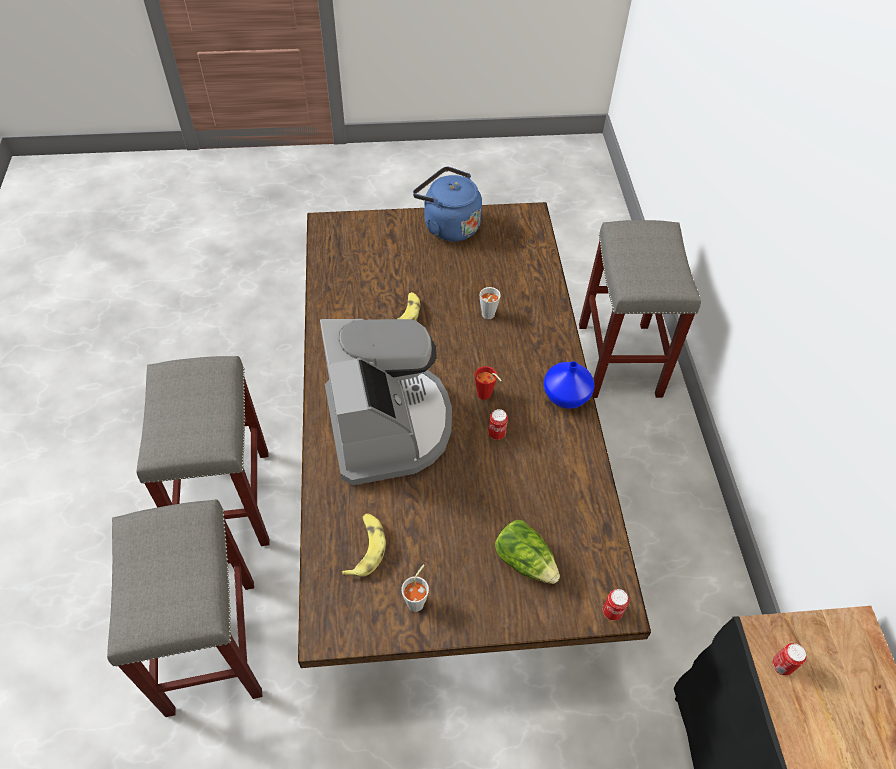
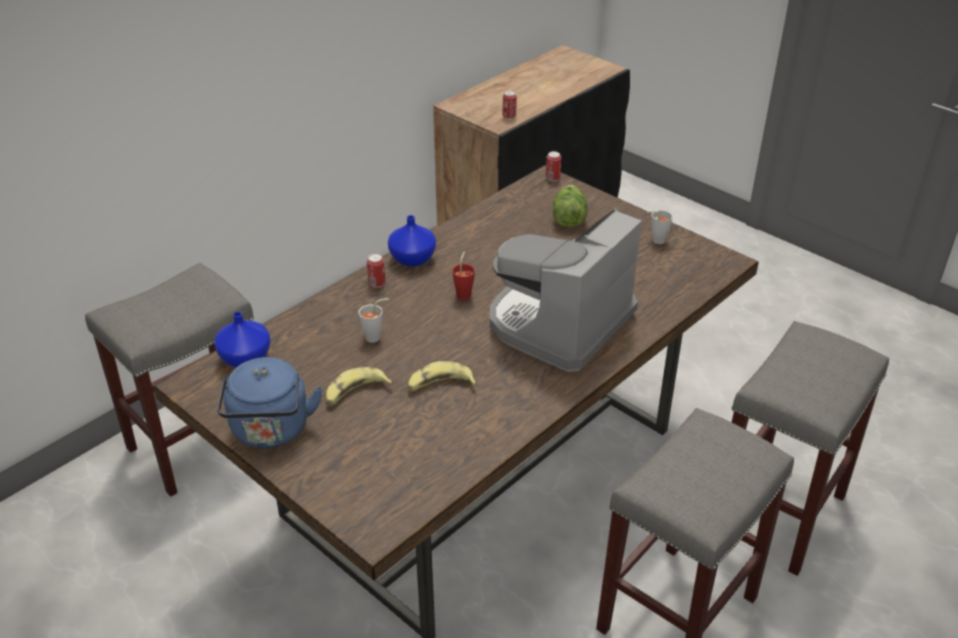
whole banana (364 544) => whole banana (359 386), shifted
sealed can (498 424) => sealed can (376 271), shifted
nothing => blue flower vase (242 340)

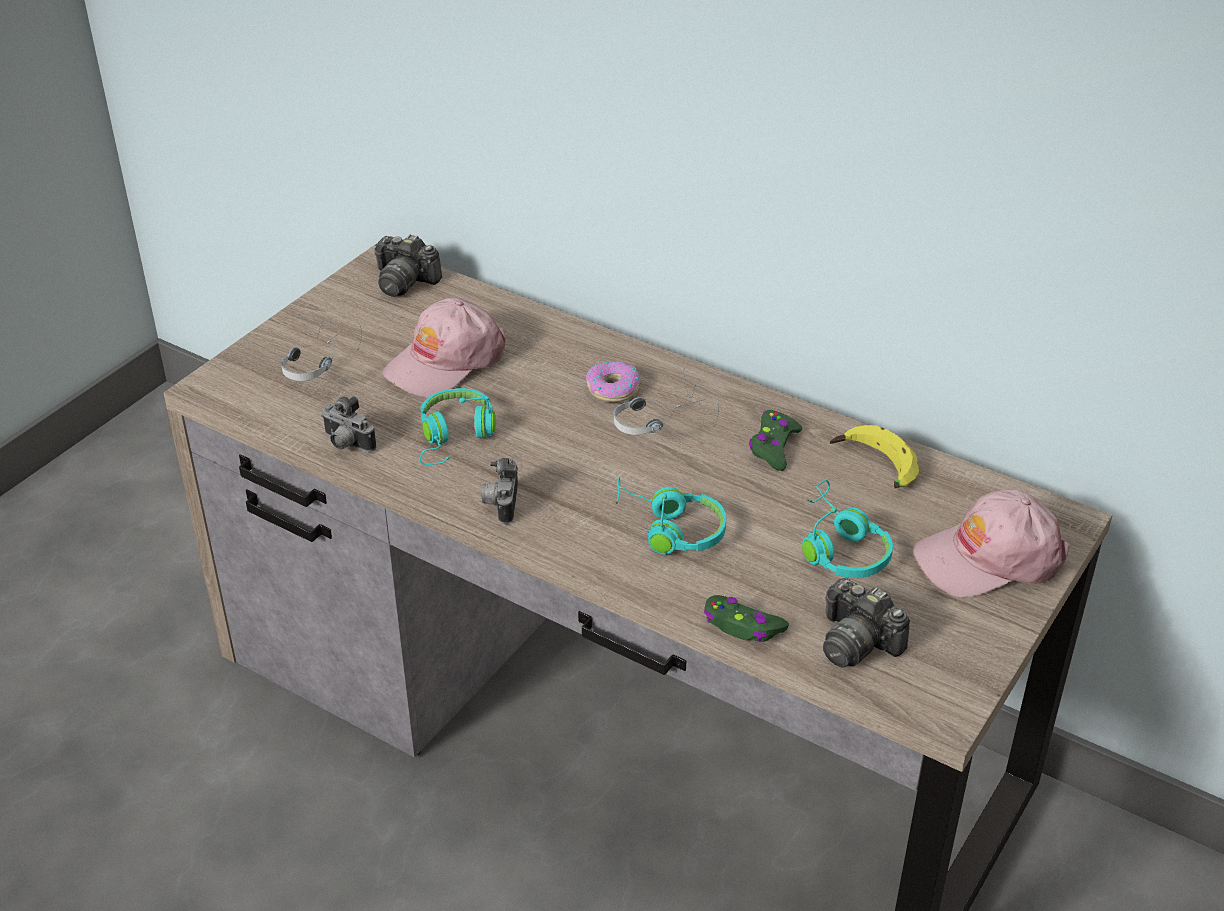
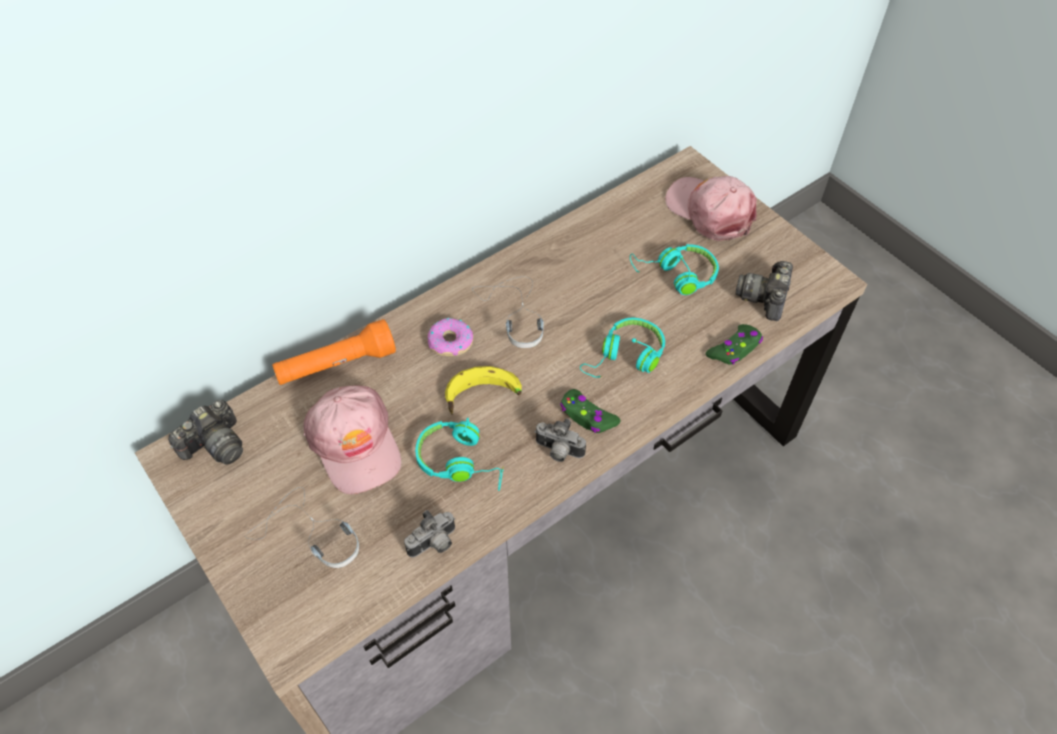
green-coloured gamepad (775 440) => green-coloured gamepad (590 411), shifted
still camera (866 622) => still camera (764 291), 135 degrees clockwise
whole banana (874 456) => whole banana (483 390), shifted
pink baseball cap (991 543) => pink baseball cap (711 208), 135 degrees clockwise
nothing => orange flashlight (334 352)

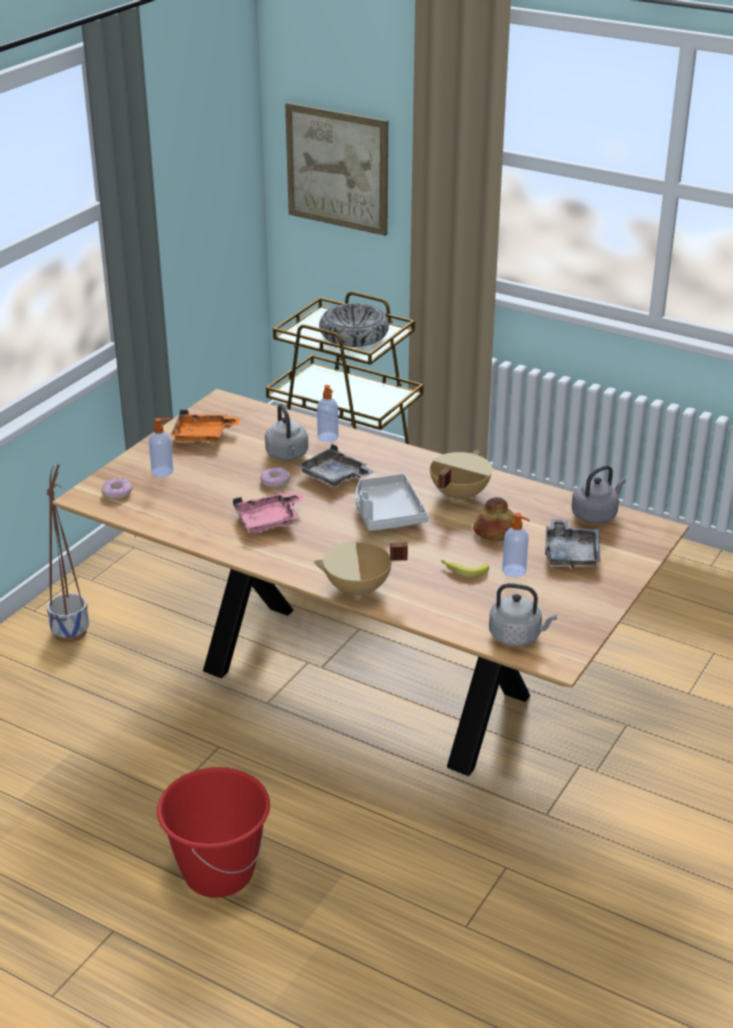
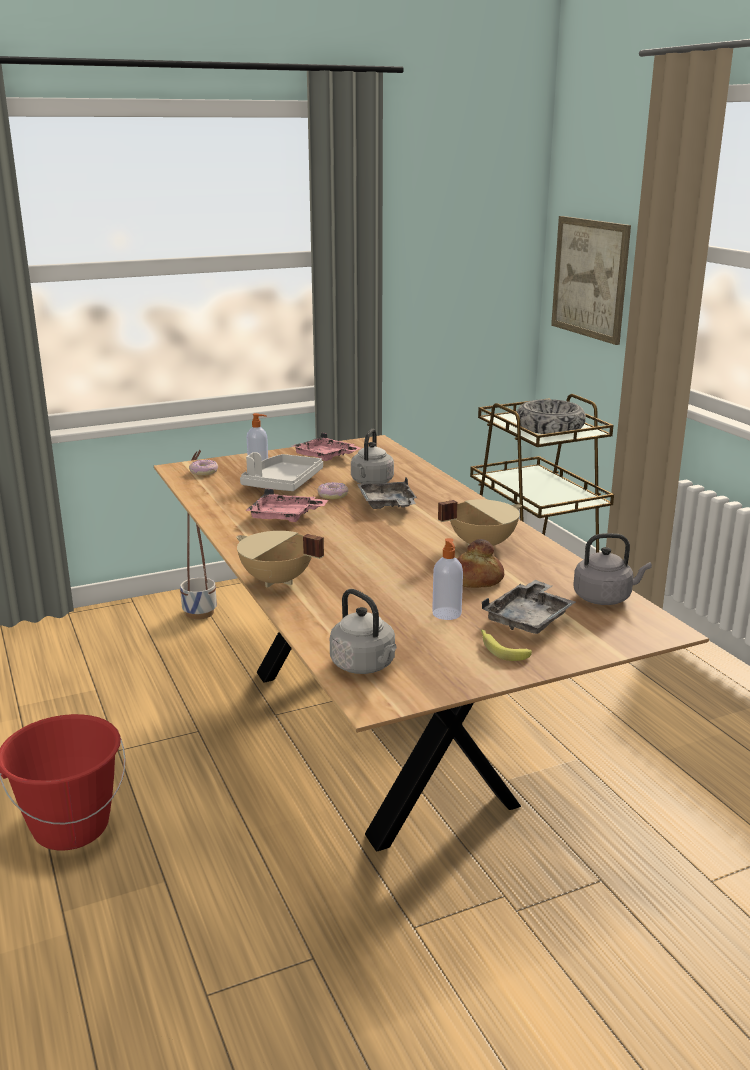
orange serving tray (205 426) => pink serving tray (326 446)
liquid soap bottle (327 413) => nothing
greyish serving tray (392 502) => greyish serving tray (281 471), shifted
whole banana (465 569) => whole banana (506 645), shifted

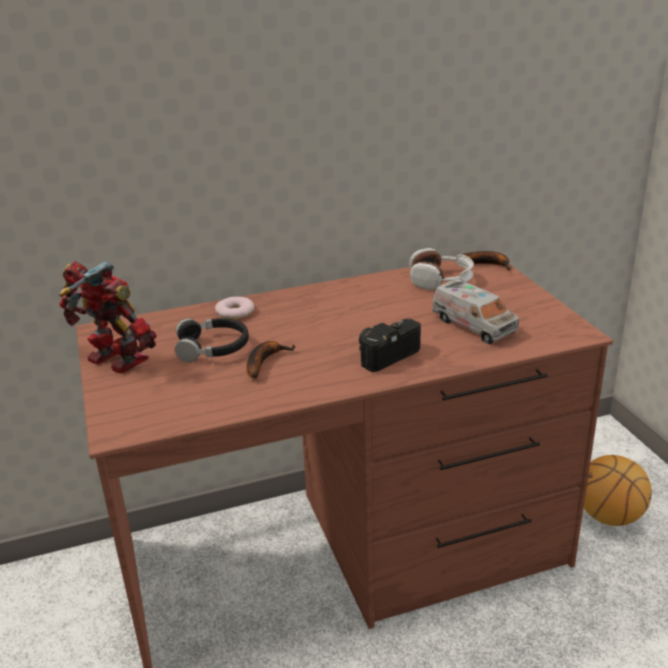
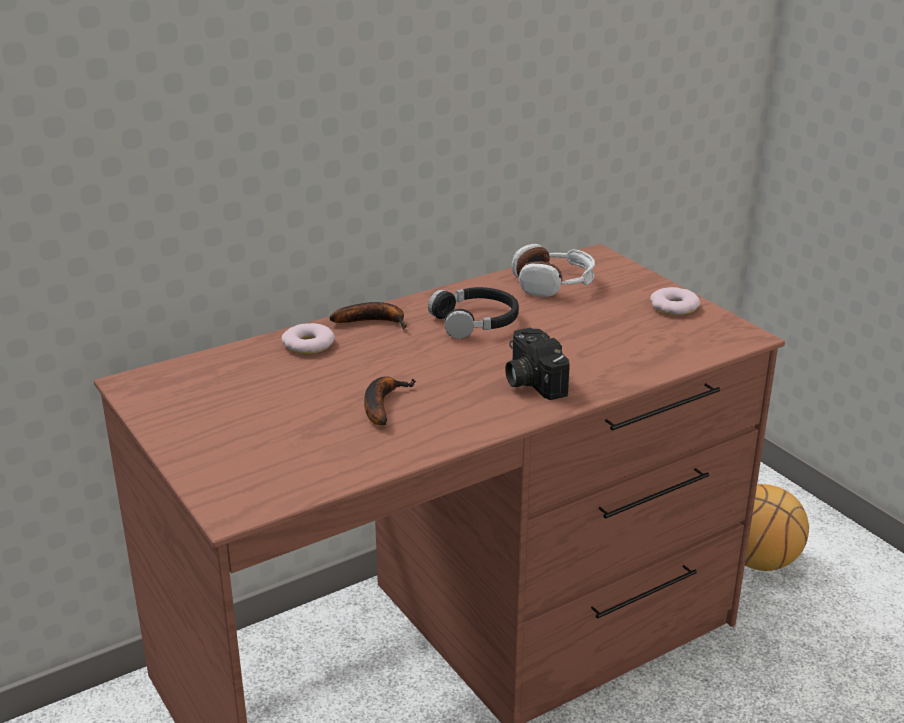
model robot (108 317) => nothing
blackish headphones (212 340) => blackish headphones (473 313), shifted
still camera (390 345) => still camera (537 364), 60 degrees counterclockwise
toy lorry (475 311) => nothing
whole banana (486 261) => whole banana (368 316), shifted
nothing => donut (675 301)

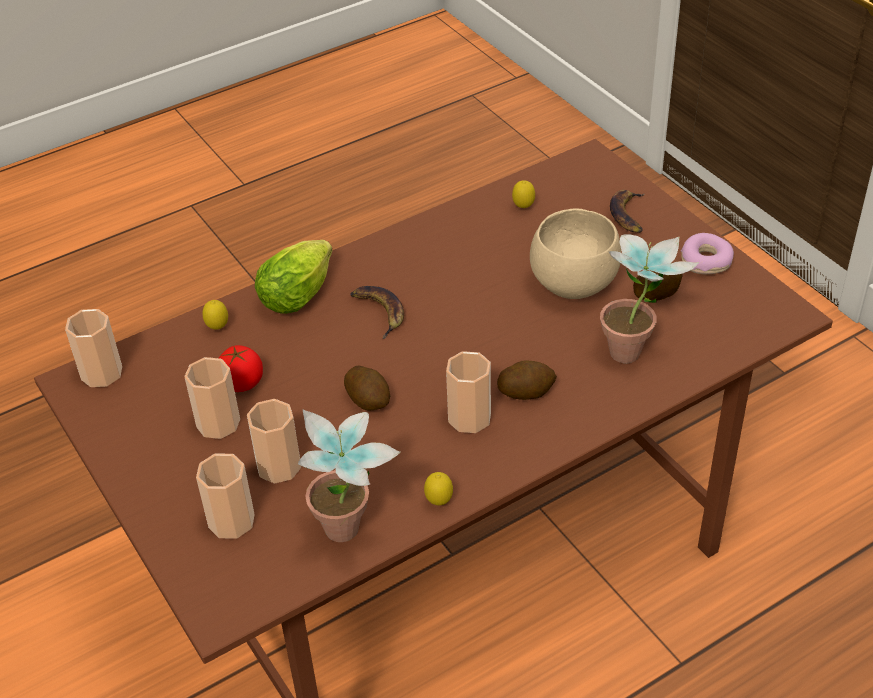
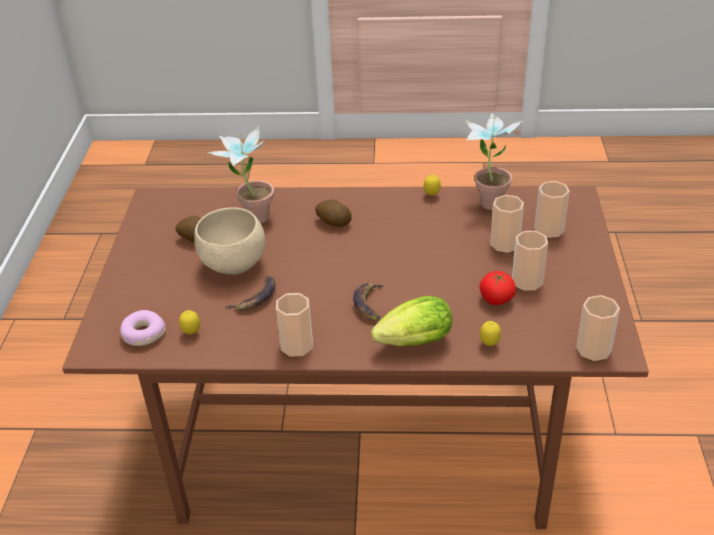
spud (367 387) => nothing
drinking cup (468 392) => drinking cup (294 325), shifted
whole banana (627 211) => whole banana (251 293), shifted
donut (707 253) => donut (143 328), shifted

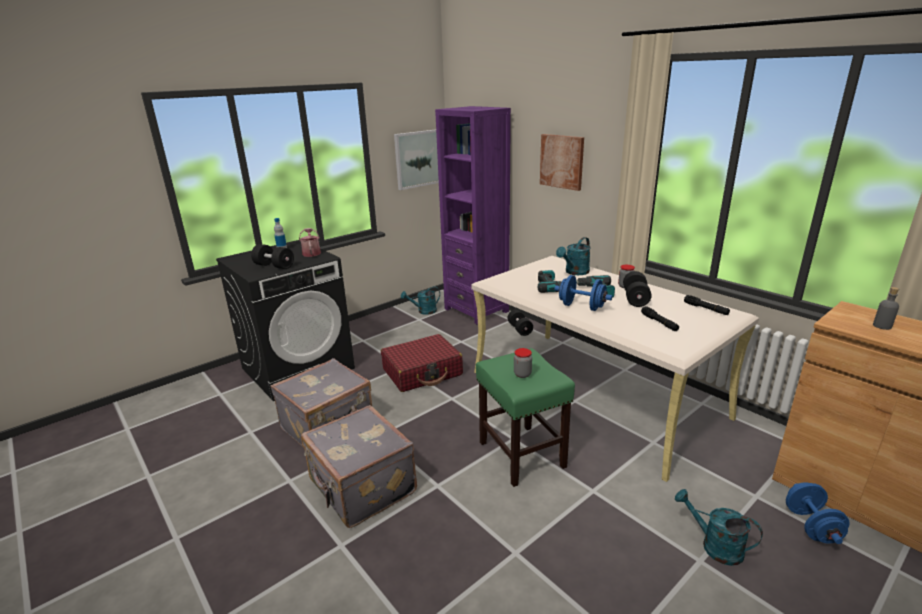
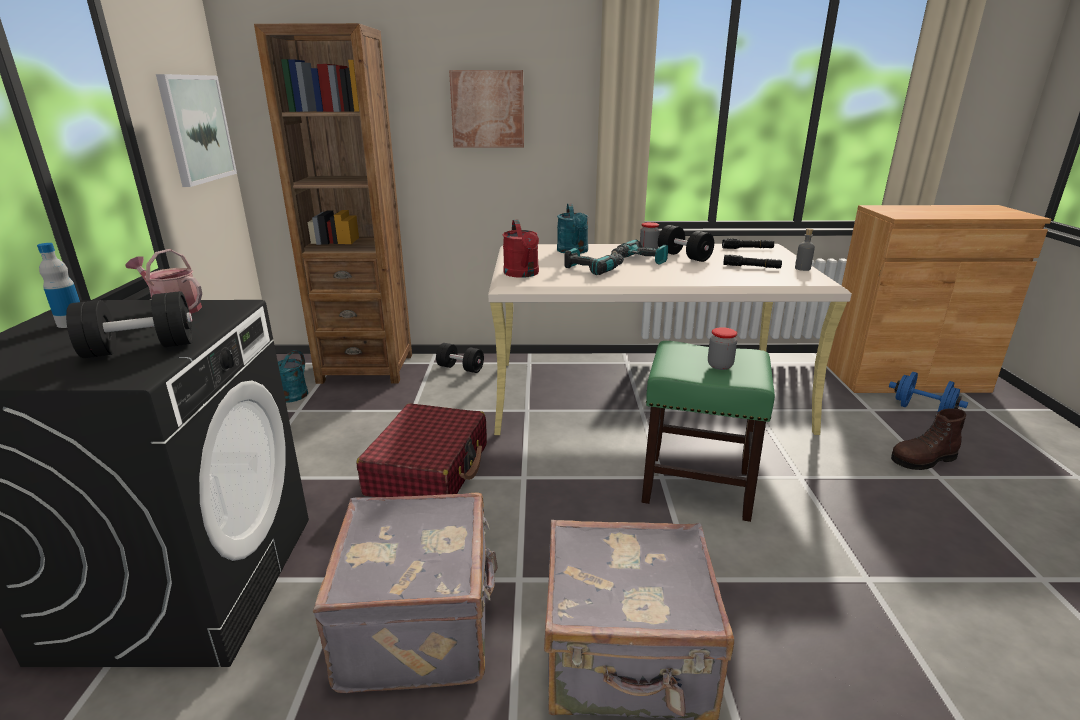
purple bookcase (473 215) => brownish bookcase (333 203)
blue hand weight (583 293) => nothing
turquoise watering can (719 527) => brownish tall boot (928 439)
greyish beverage bottle (886 308) => greyish beverage bottle (805 249), shifted
nothing => red-coloured watering can (521 249)

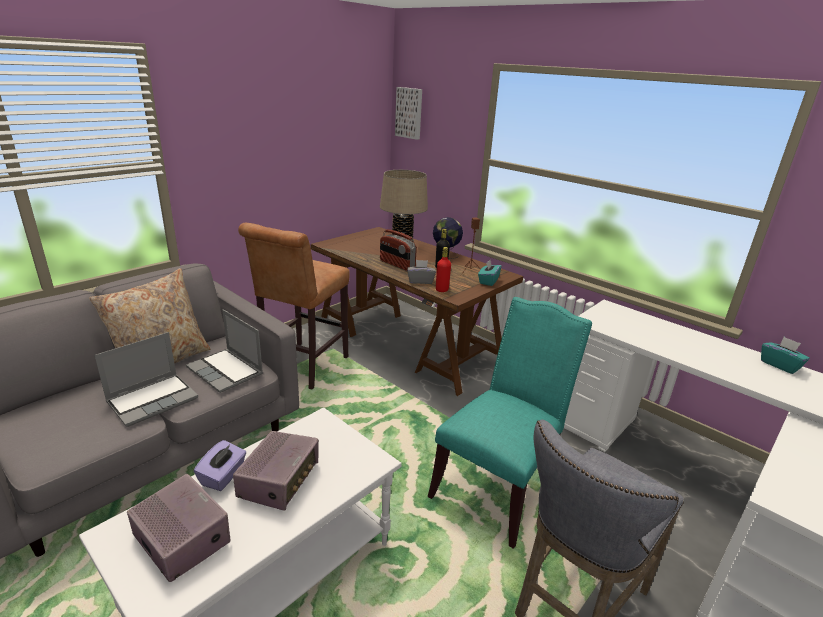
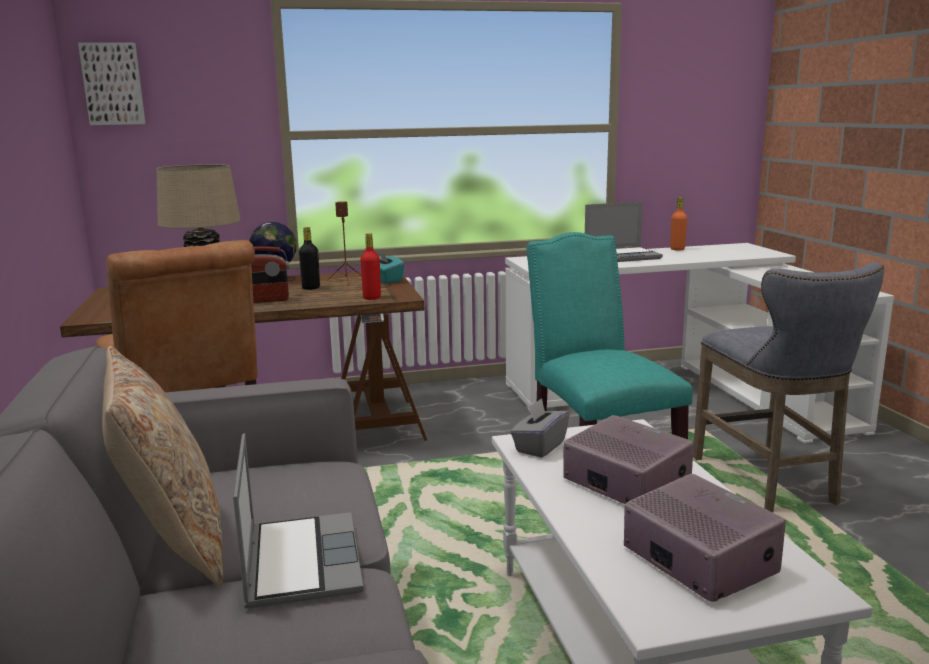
radio receiver (179 528) => radio receiver (705 538), 75 degrees clockwise
notebook computer (224 351) => notebook computer (624 232), shifted
purple box of tissues (220 465) => nothing
greyish box of tissues (421 272) => greyish box of tissues (540 428), shifted
turquoise box of tissues (785 355) => orange beverage bottle (678 224)

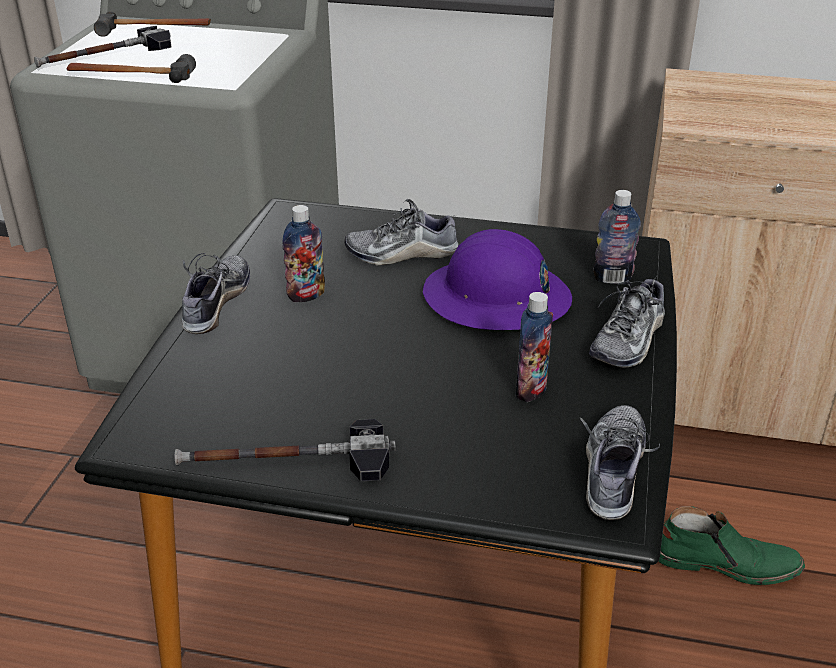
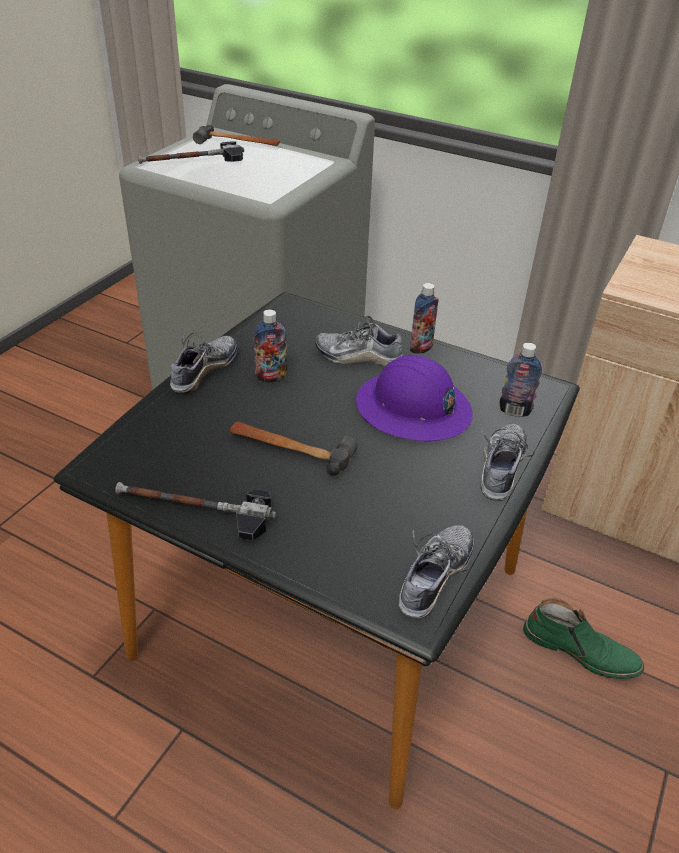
tool hammer (131 68) => tool hammer (293 448), shifted
beverage bottle (534 347) => beverage bottle (424 318), shifted
low shoe (627 322) => low shoe (507 462), 150 degrees clockwise

